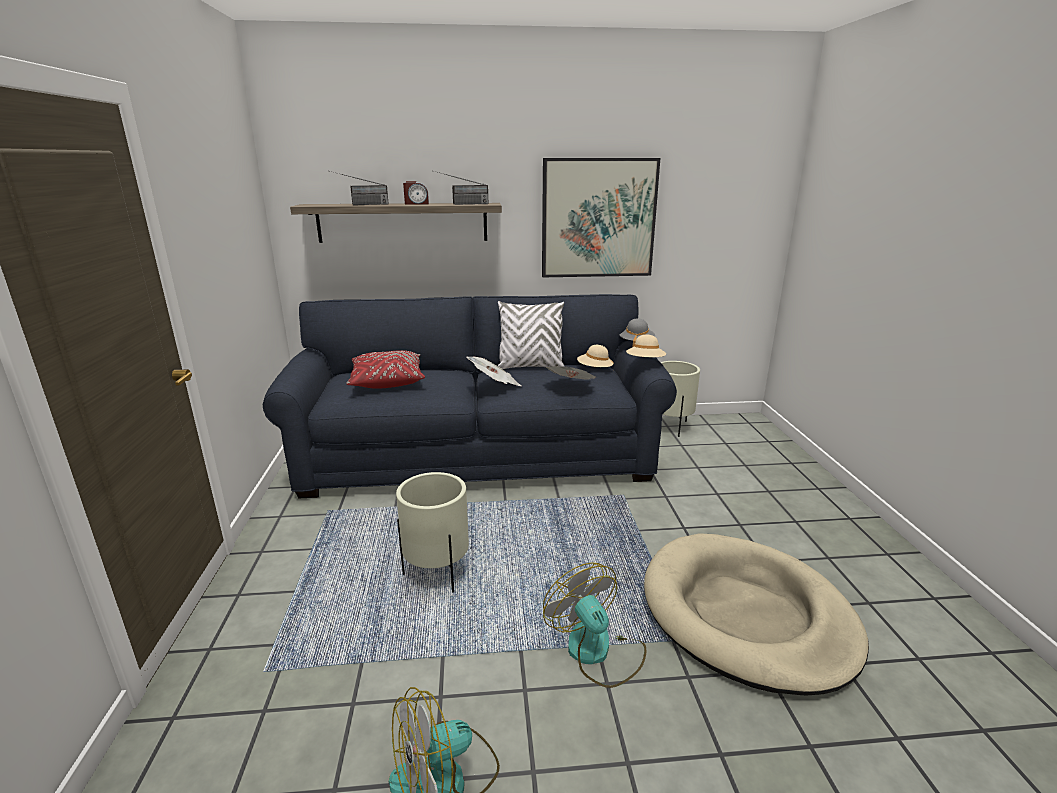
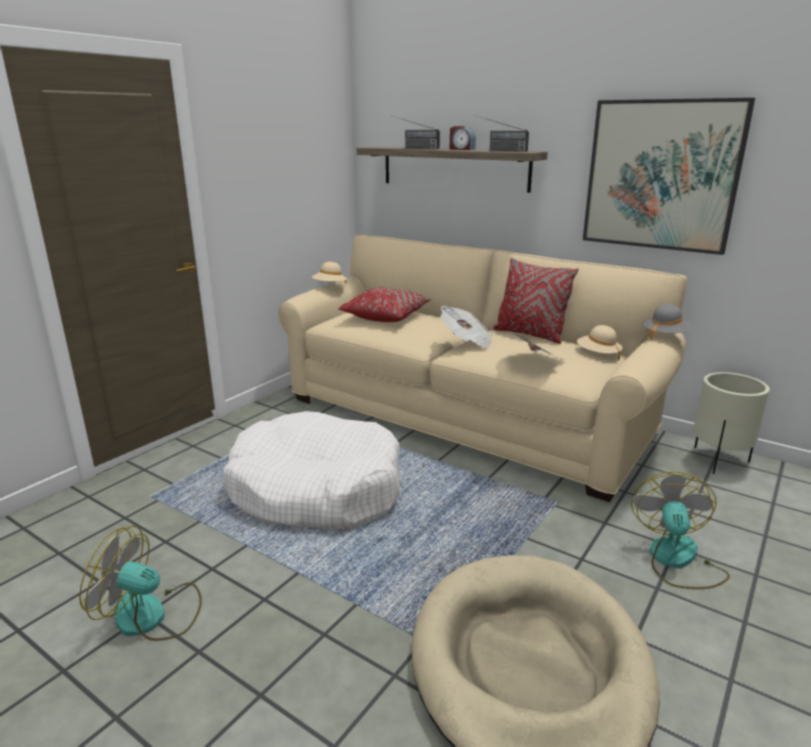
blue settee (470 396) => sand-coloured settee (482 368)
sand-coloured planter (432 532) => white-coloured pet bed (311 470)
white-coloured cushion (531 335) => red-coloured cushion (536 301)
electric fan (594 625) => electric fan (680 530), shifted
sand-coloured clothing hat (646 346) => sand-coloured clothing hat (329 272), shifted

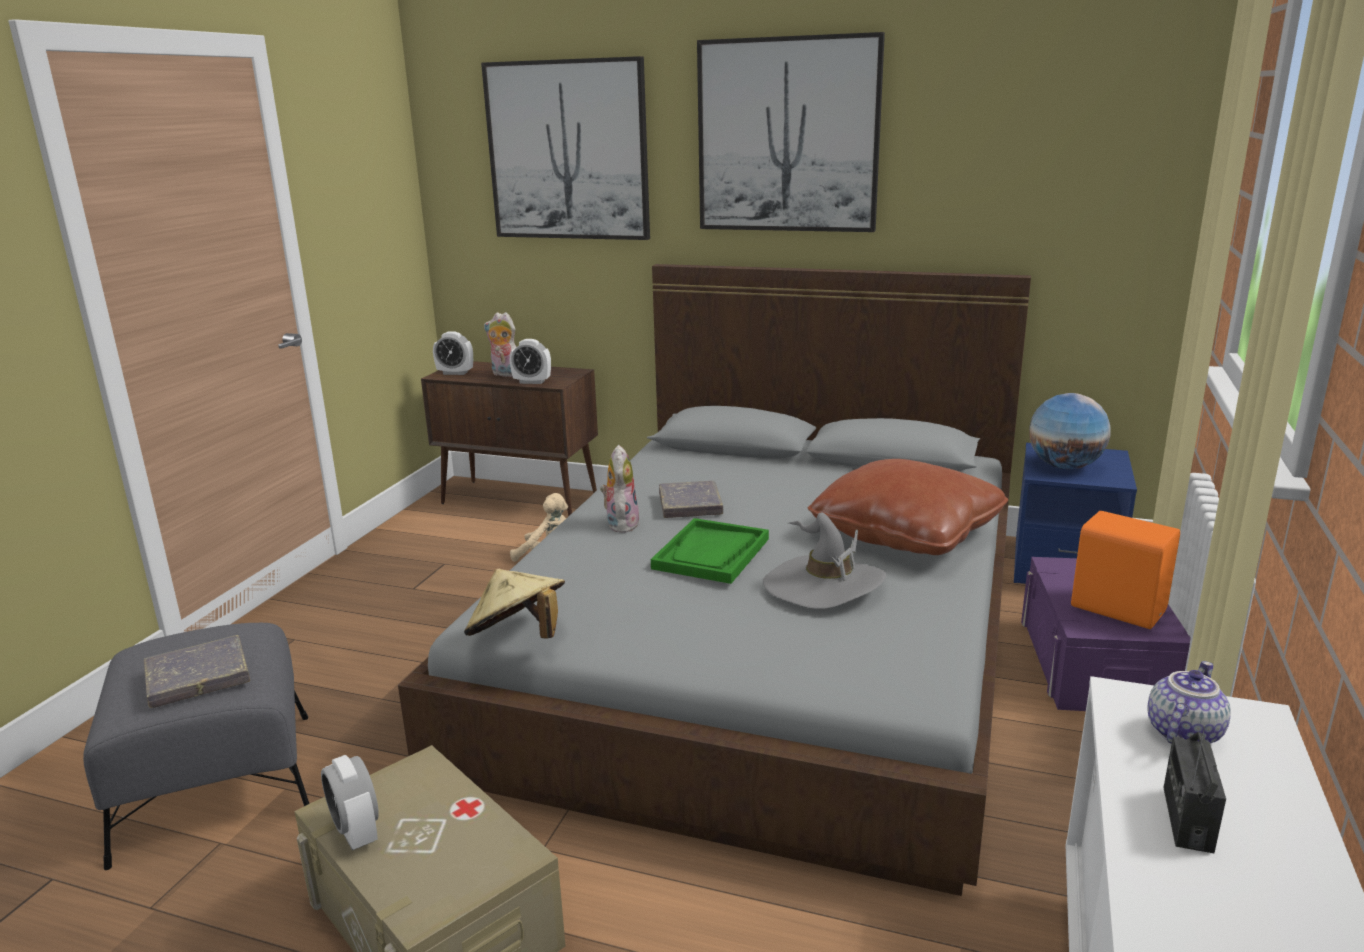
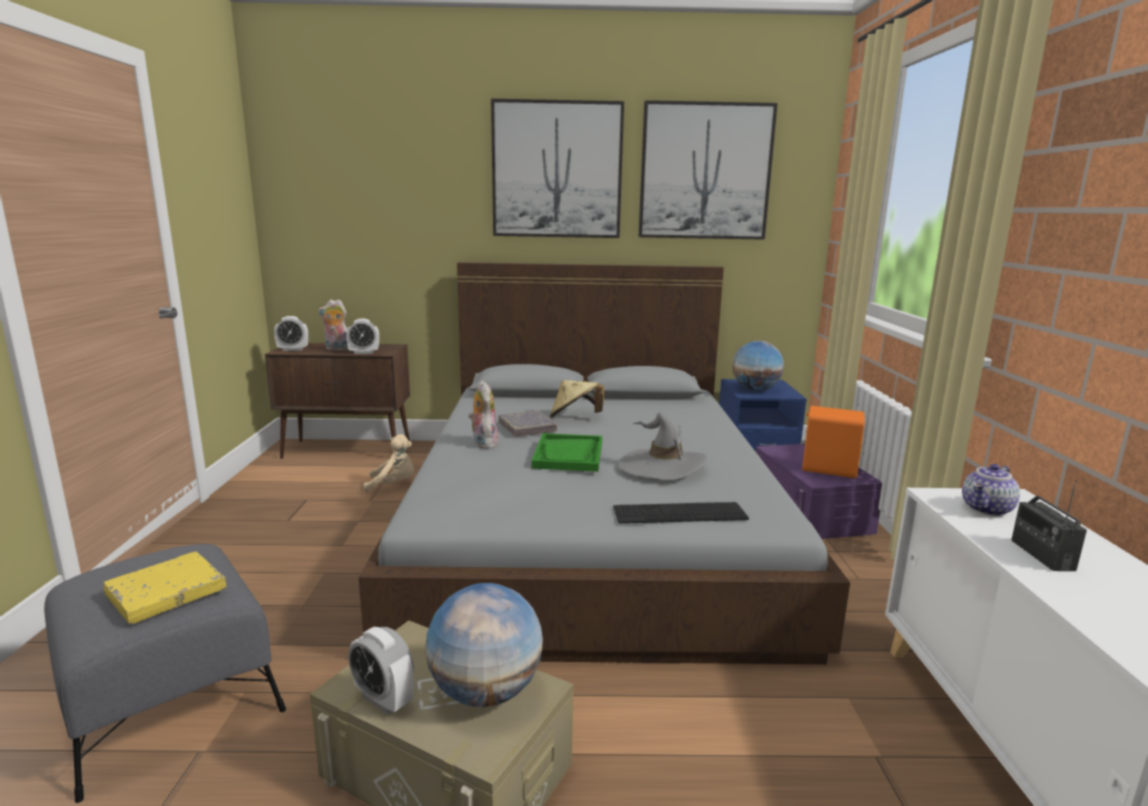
greyish volume (197 671) => yellow-coloured volume (164 587)
sand-coloured clothing hat (514 603) => sand-coloured clothing hat (577 399), shifted
wall picture (565 148) => wall picture (708 170), shifted
brownish cushion (908 507) => nothing
tea pot (1189 702) => tea pot (991 490), 150 degrees counterclockwise
nothing => world globe (484 645)
nothing => keyboard (681 513)

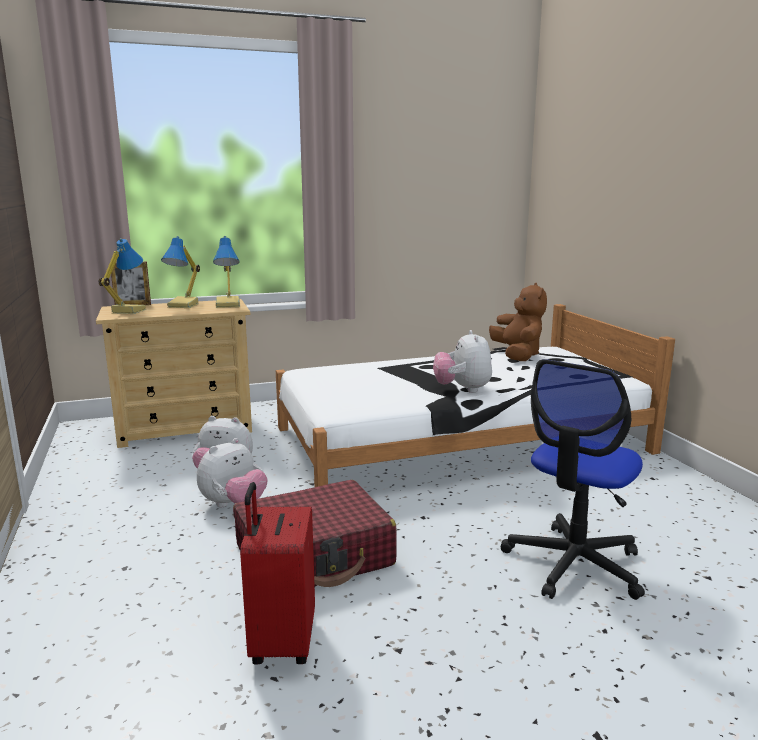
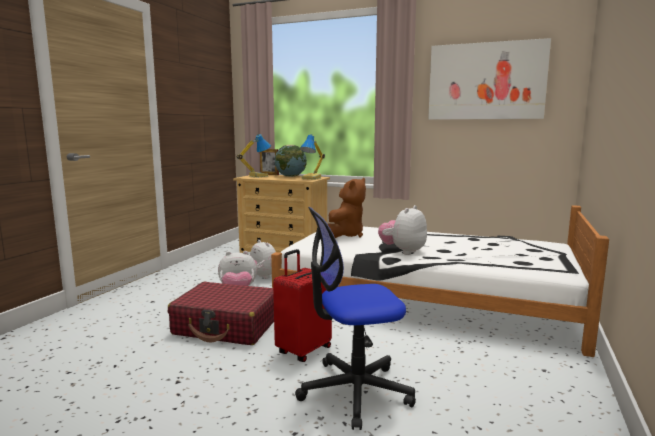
lamp for a table (180 272) => world globe (291 161)
red-coloured piece of luggage (277 573) => red-coloured piece of luggage (302 305), shifted
brownish soft toy (518 322) => brownish soft toy (346 208), shifted
nothing => wall picture (489 79)

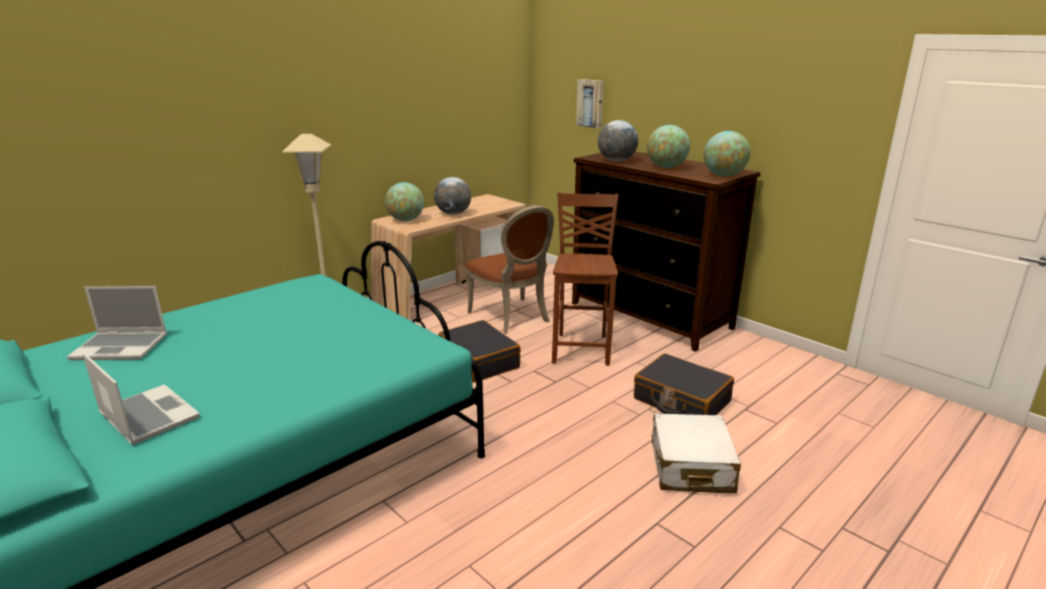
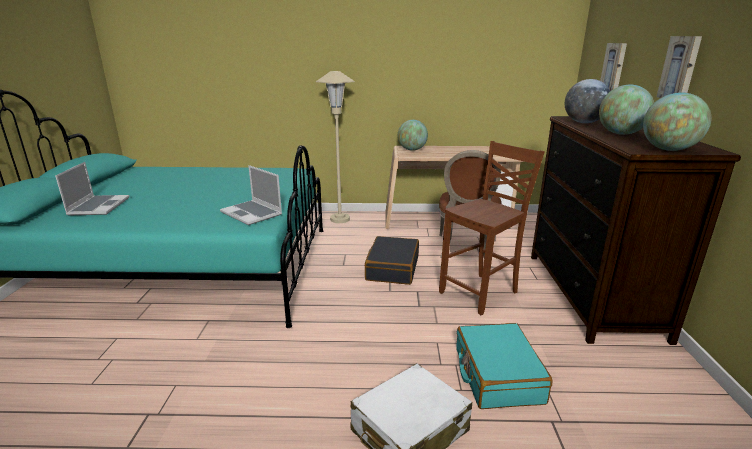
notebook computer (117 323) => notebook computer (251 195), shifted
world globe (452 196) => nothing
blackish piece of luggage (684 384) => turquoise piece of luggage (504 366)
nothing => wall picture (679 67)

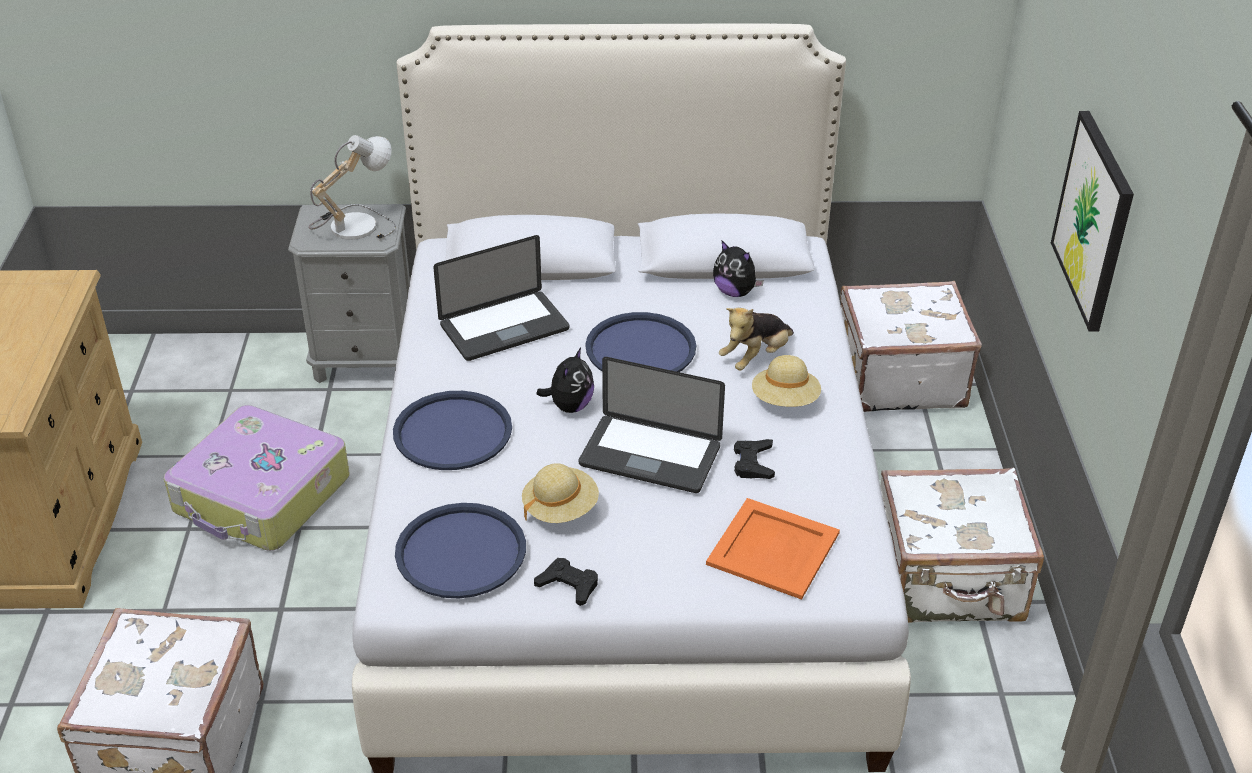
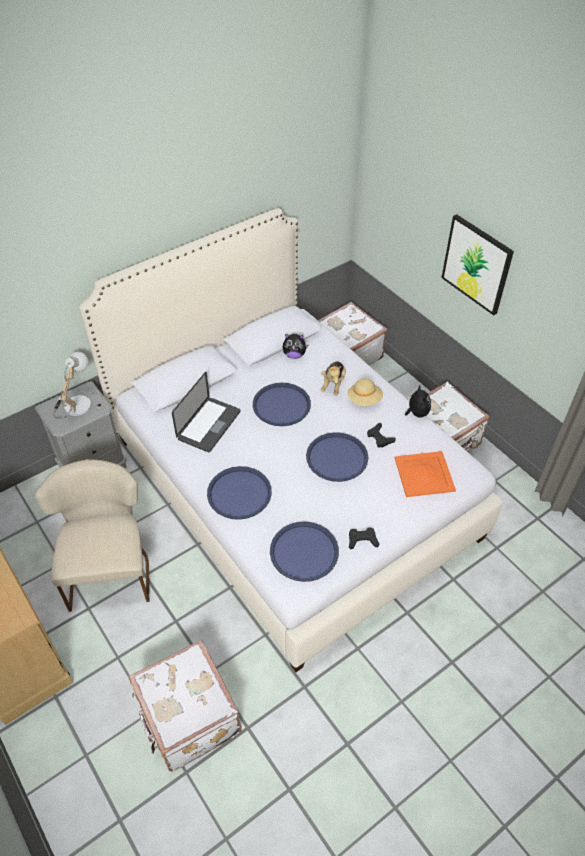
piece of luggage (256 478) => sand-coloured plain chair (92 535)
sand-coloured clothing hat (560 493) => nothing
soft toy (565 380) => soft toy (418 401), shifted
notebook computer (652 425) => blue serving tray (337 457)

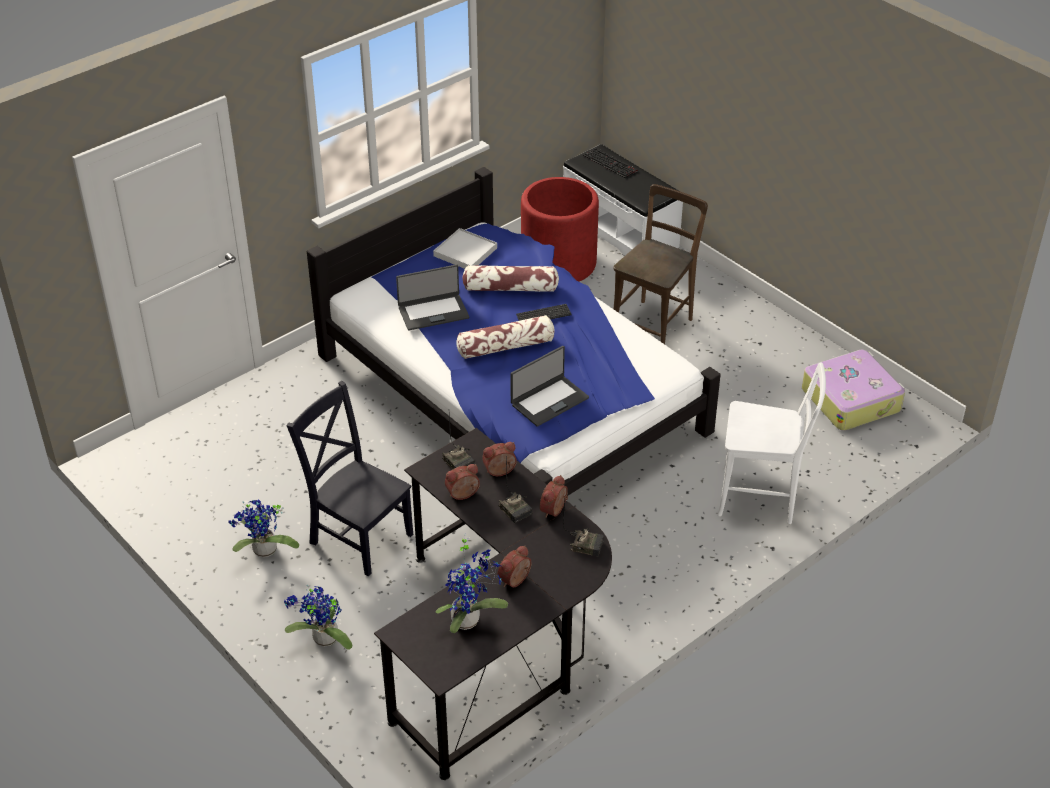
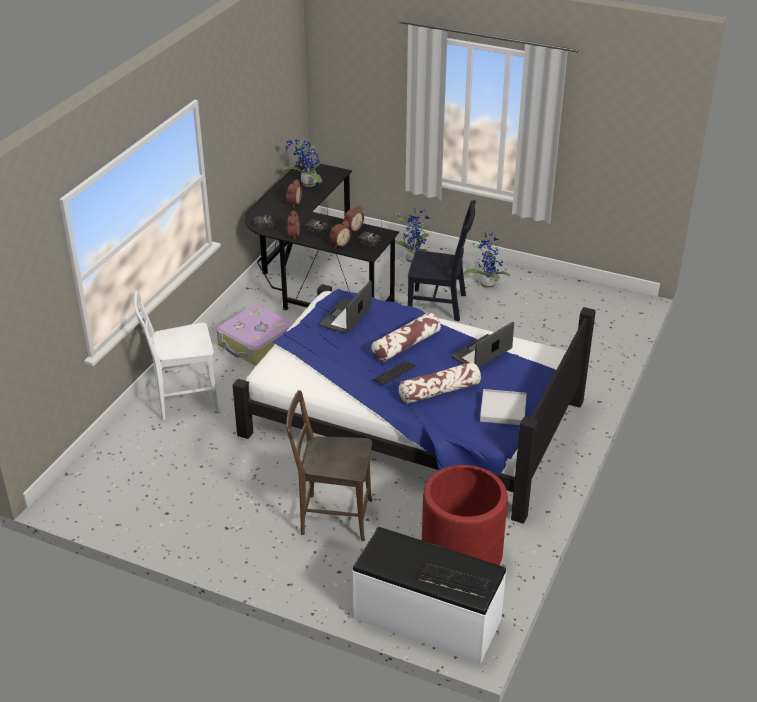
brownish plain chair (660 264) => brownish plain chair (329 465), 90 degrees clockwise
piece of luggage (853 390) => piece of luggage (254 335), shifted

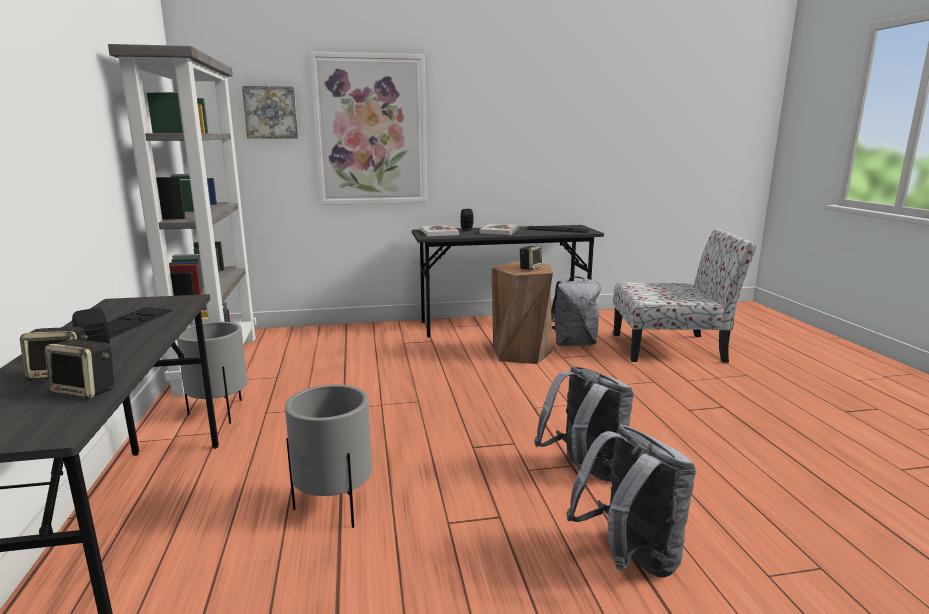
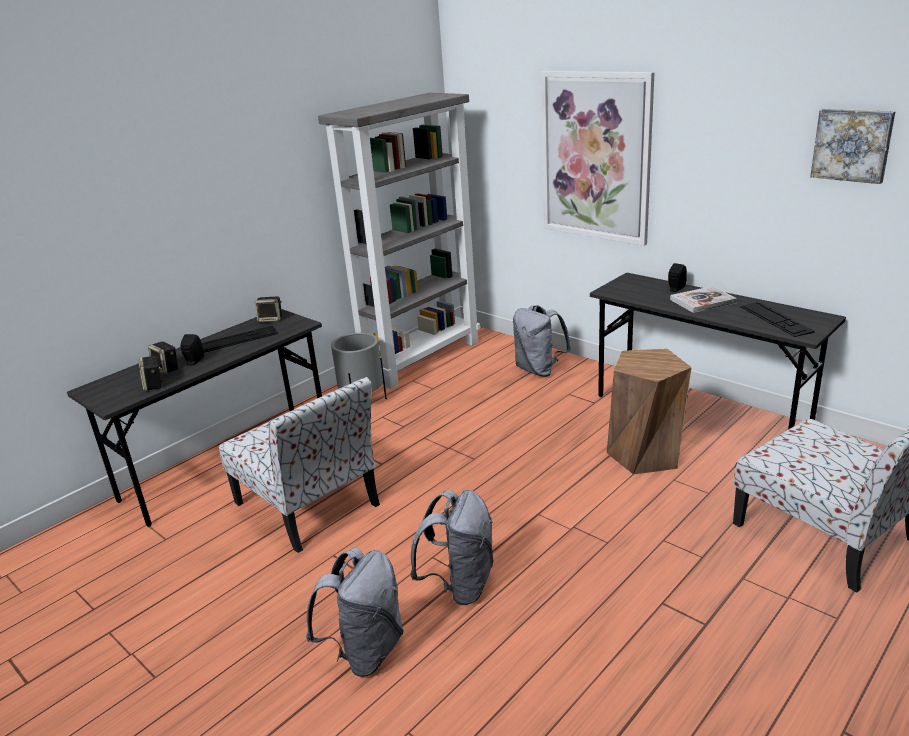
wall picture (270 112) => wall picture (852 146), shifted
greyish planter (328 456) => plain chair (299 465)
volume (439 230) => nothing
audio speaker (531 258) => audio speaker (268 310), shifted
greyish rucksack (576 311) => greyish rucksack (542 341), shifted

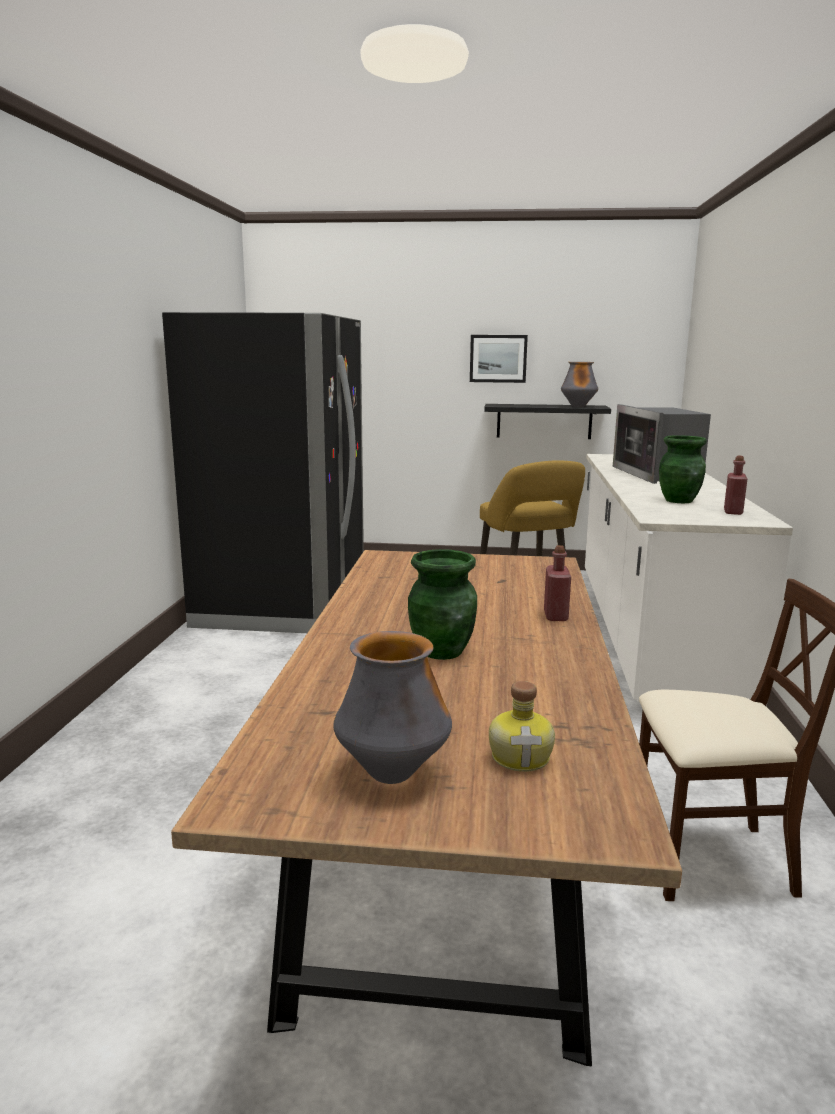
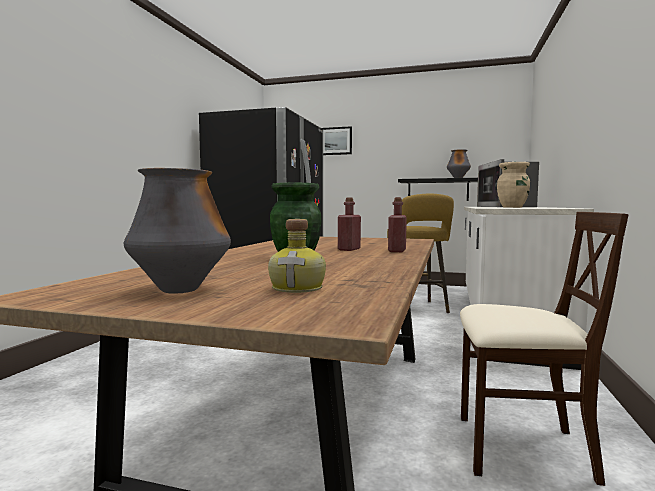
wall picture (499 359) => wall picture (337 140), shifted
green-coloured flower vase (683 469) => sand-coloured flower vase (513 185)
red-coloured beverage bottle (735 485) => red-coloured beverage bottle (349 224), shifted

